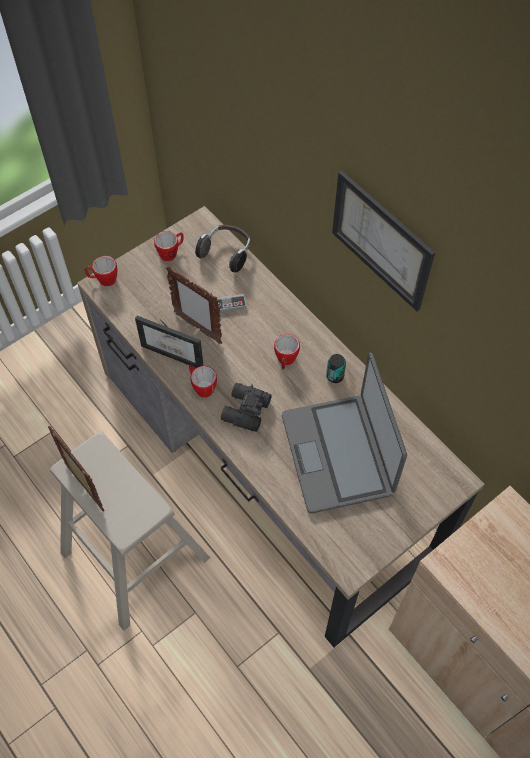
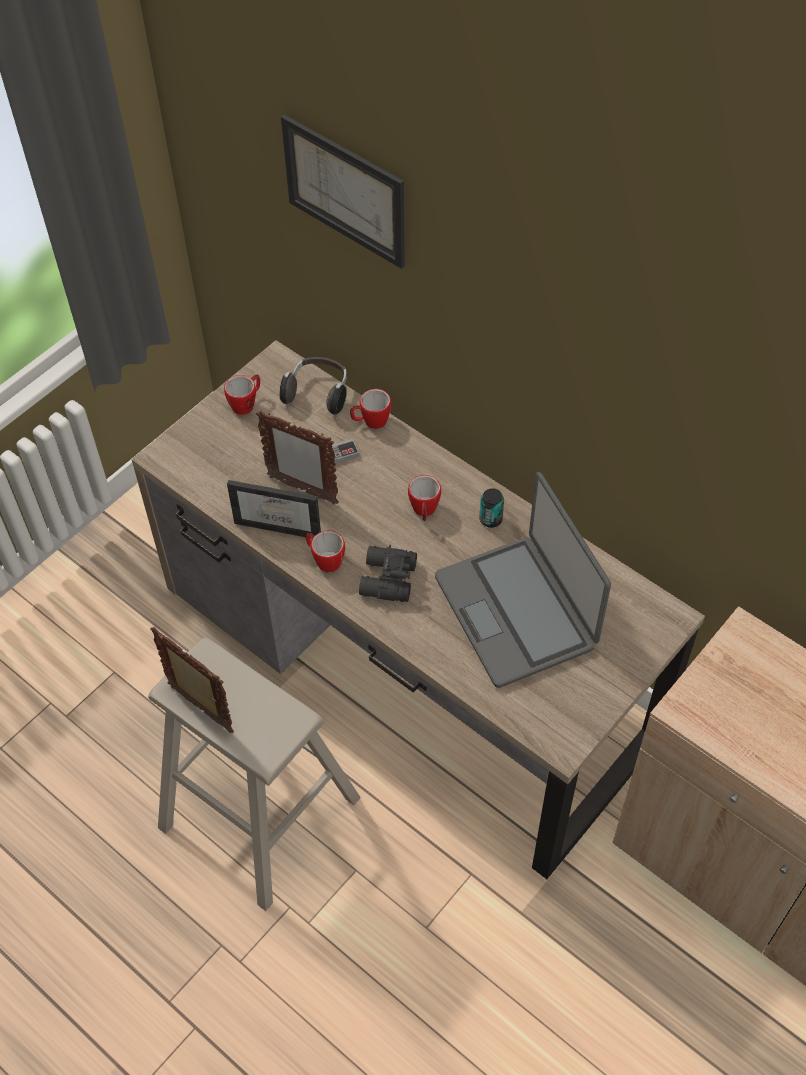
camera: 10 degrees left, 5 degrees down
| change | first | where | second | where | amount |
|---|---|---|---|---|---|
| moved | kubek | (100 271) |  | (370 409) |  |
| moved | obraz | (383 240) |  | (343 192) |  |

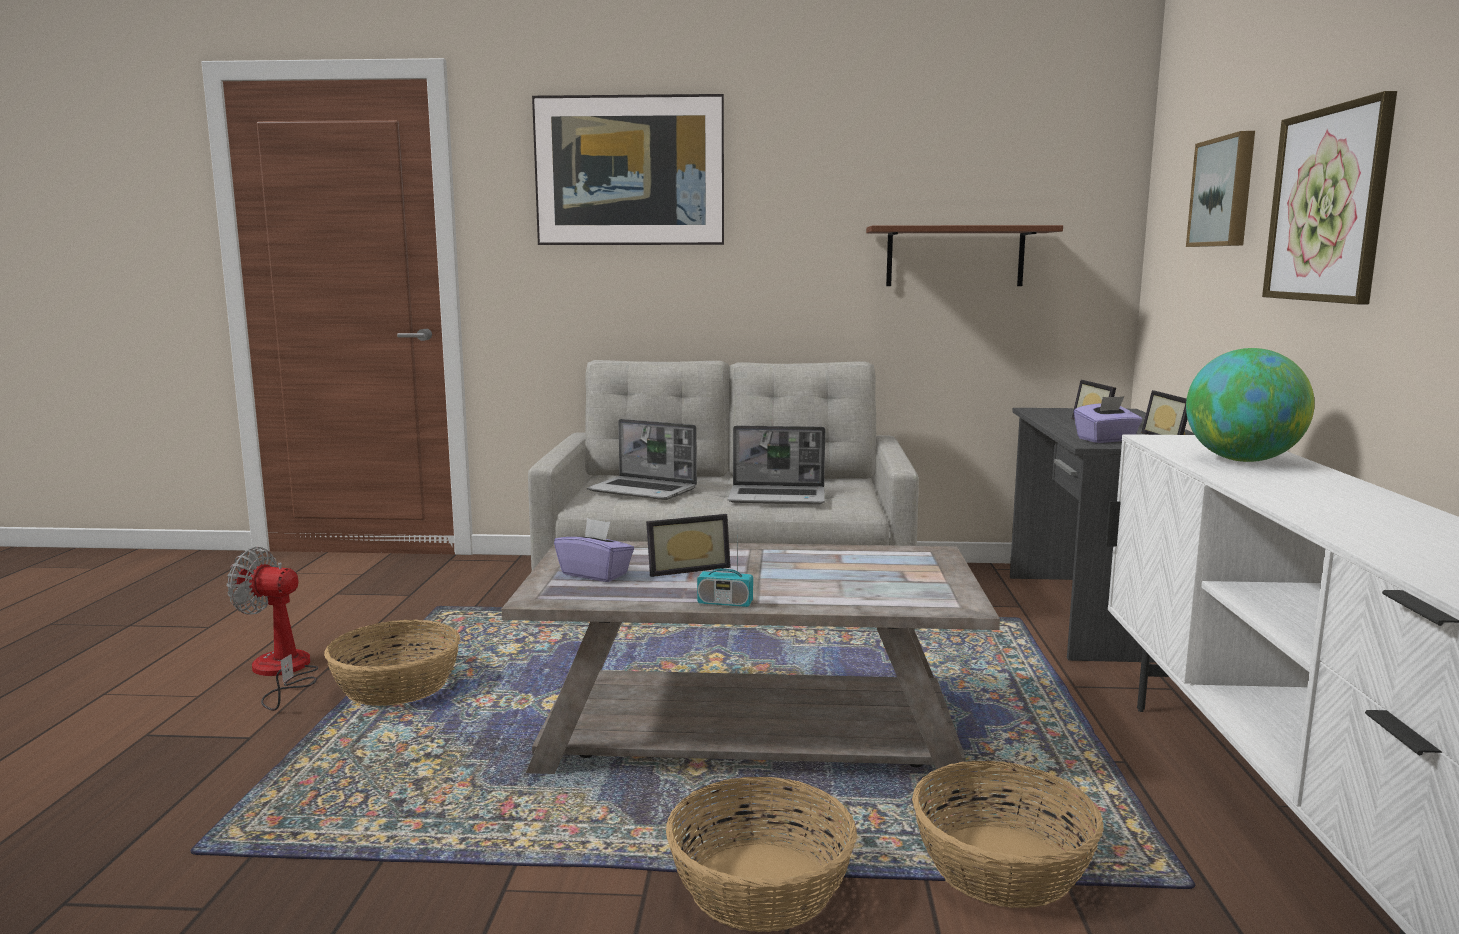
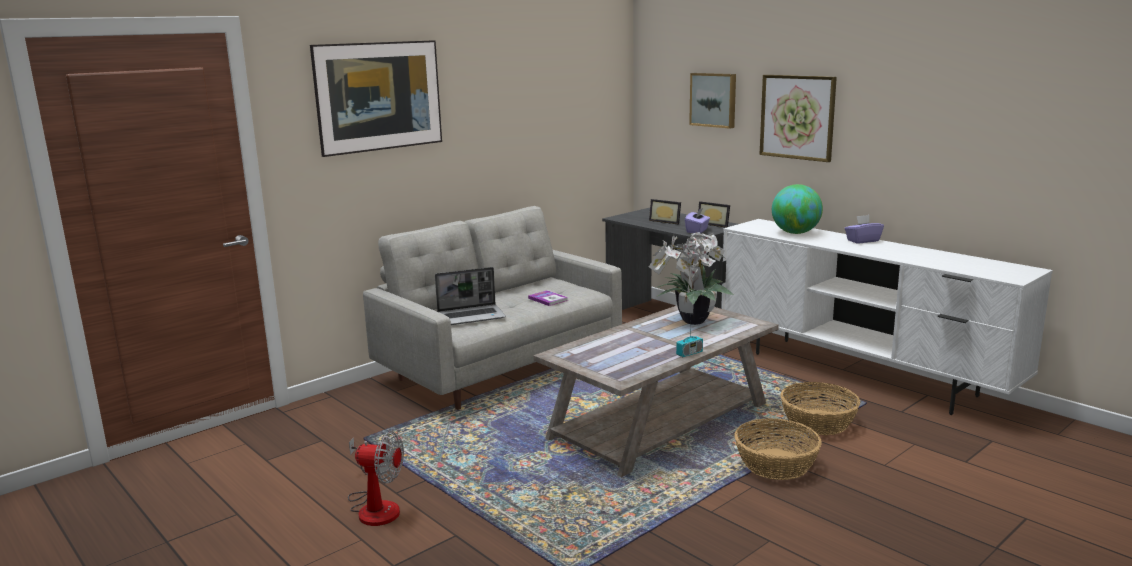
camera: 45 degrees left, 5 degrees up
| change | first | where | second | where | amount |
|---|---|---|---|---|---|
| removed | koszyk | (392 663) |  |  |  |
| removed | ramka na zdjęcie | (688 545) |  |  |  |
| removed | półka/brązowy | (964 255) |  |  |  |
| added |  |  | roślina doniczkowa | (691 278) |  |
| moved | pudełko chusteczek/fioletowy | (594 550) |  | (864 229) |  |
| replaced | laptop | (776 465) | książka | (548 298) |  |
| turned | wentylator | (272 629) |  | (376 478) | 135 degrees counterclockwise |

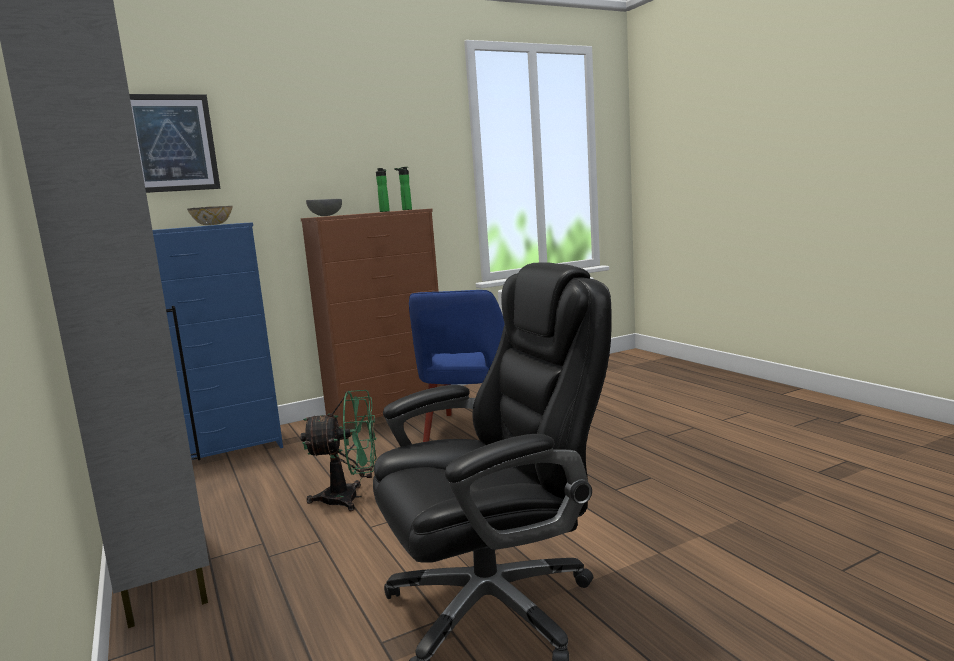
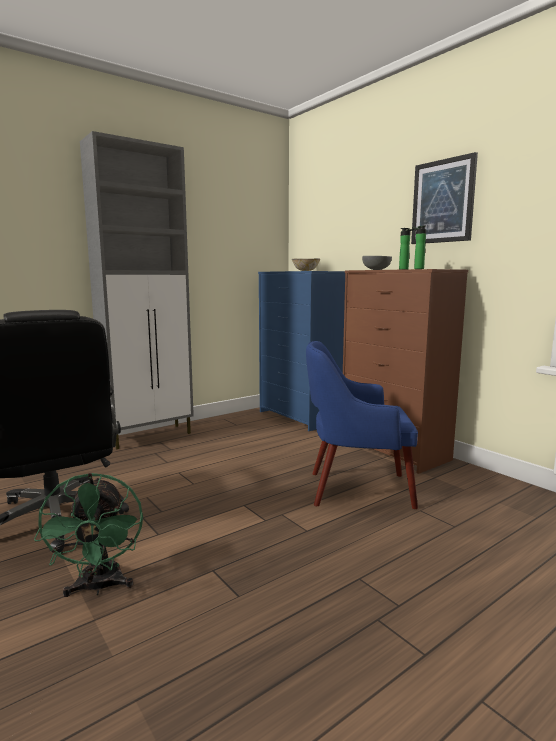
camera: 80 degrees right, 0 degrees up
| change | first | where | second | where | amount |
|---|---|---|---|---|---|
| moved | obraz | (175 143) |  | (444 198) |  |
| moved | wentylator/zielony | (338 450) |  | (88 534) |  |

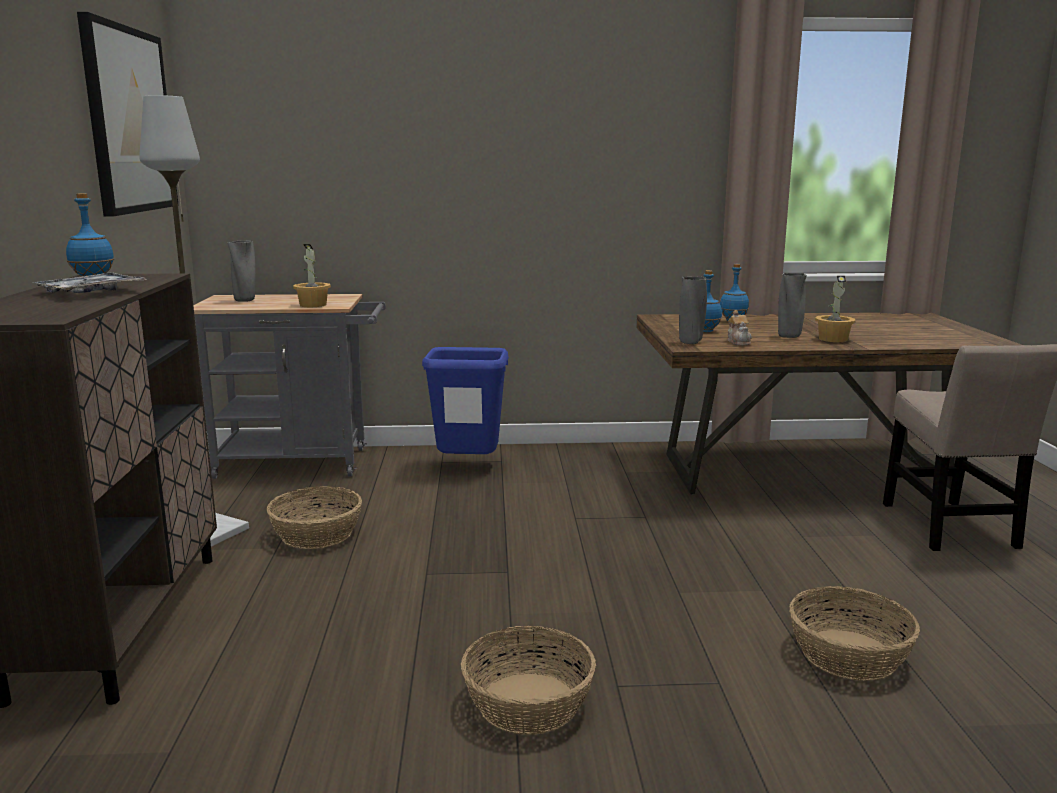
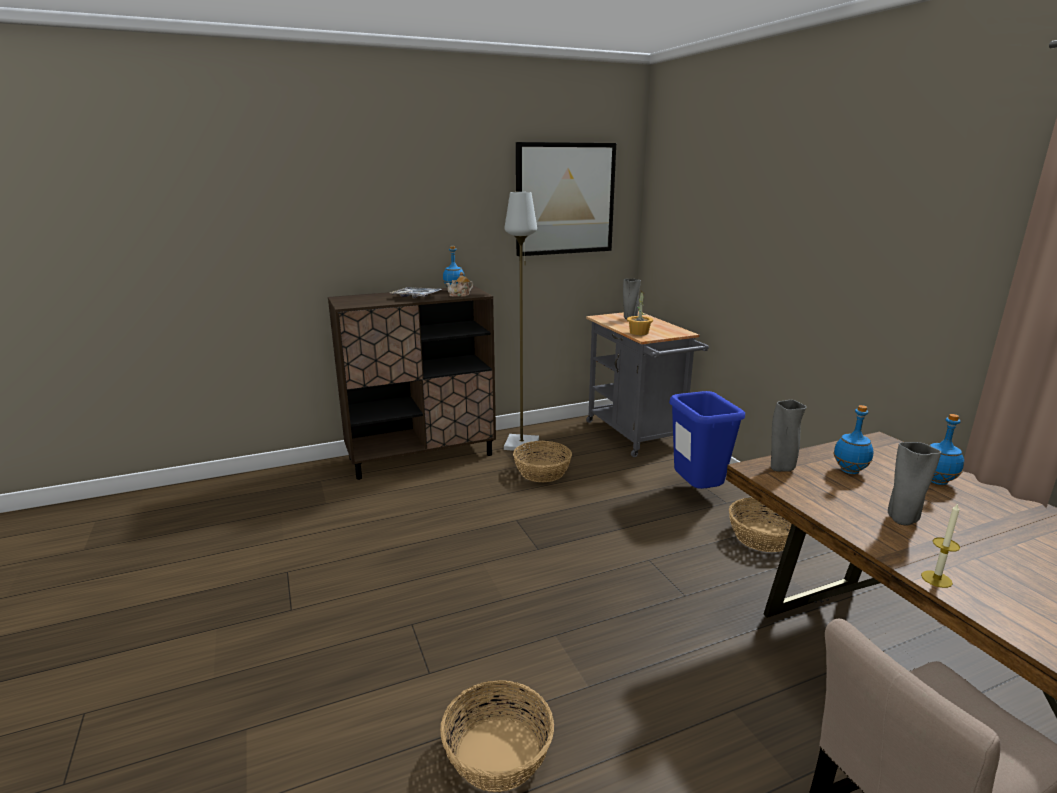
camera: 70 degrees right, 5 degrees up
| change | first | where | second | where | amount |
|---|---|---|---|---|---|
| removed | roślina doniczkowa | (835 309) |  |  |  |
| added |  |  | świeca | (940 545) |  |
| moved | koszyk | (528 680) |  | (760 524) |  |
| moved | imbryk | (740 328) |  | (459 284) |  |

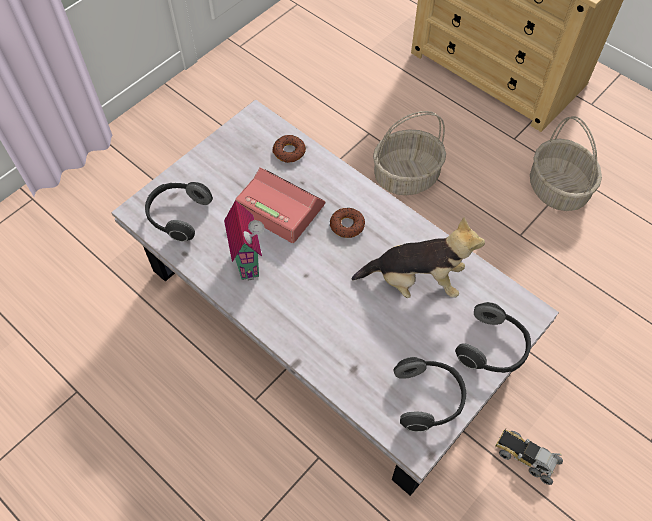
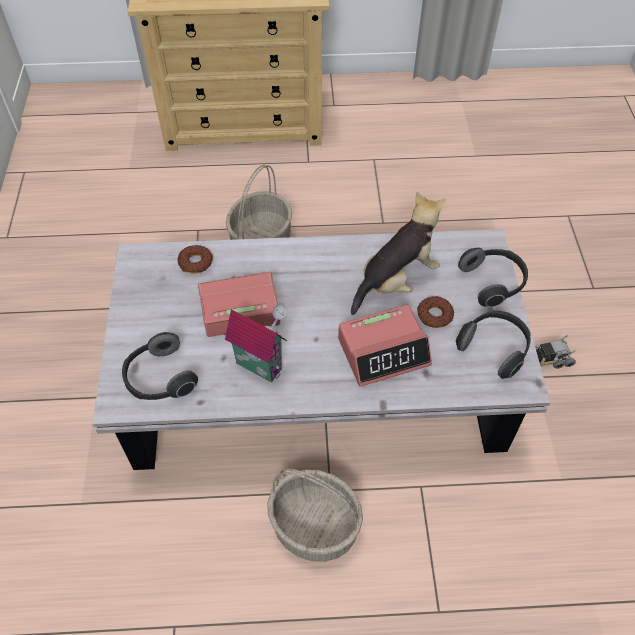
camera: 45 degrees left, 5 degrees down
| change | first | where | second | where | amount |
|---|---|---|---|---|---|
| added |  |  | budzik | (385 346) |  |
| moved | donut | (347 223) |  | (435 312) |  |
| moved | koszyk | (566 163) |  | (315 515) |  |

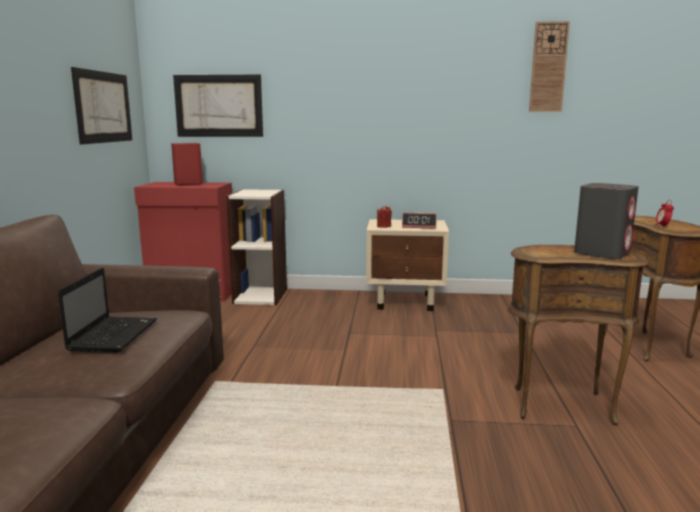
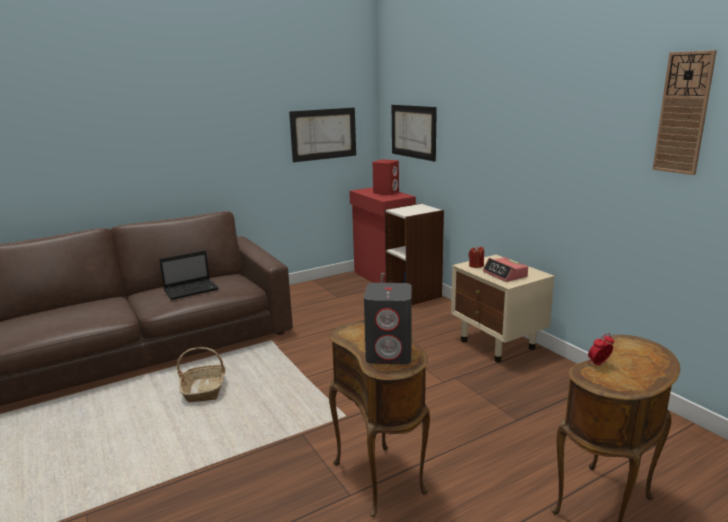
camera: 55 degrees right, 5 degrees up
| change | first | where | second | where | amount |
|---|---|---|---|---|---|
| added |  |  | koszyk | (201 374) |  |

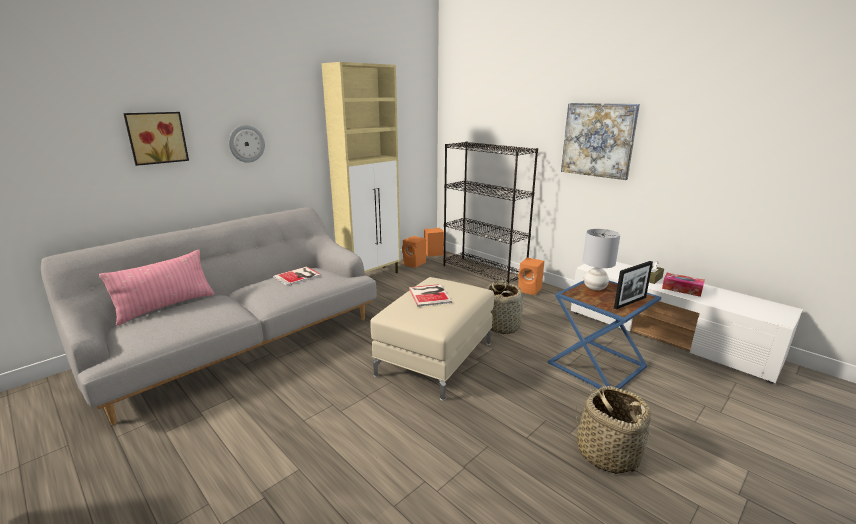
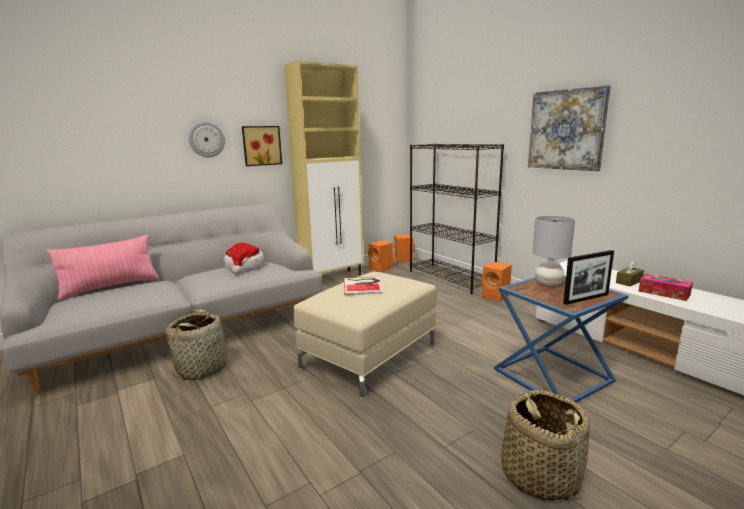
camera: 10 degrees right, 5 degrees down
| change | first | where | second | where | amount |
|---|---|---|---|---|---|
| moved | obraz | (156 139) |  | (262 146) |  |
| moved | koszyk | (504 307) |  | (198 344) |  |
| replaced | książka | (297 276) | kapelusz | (244 259) |  |

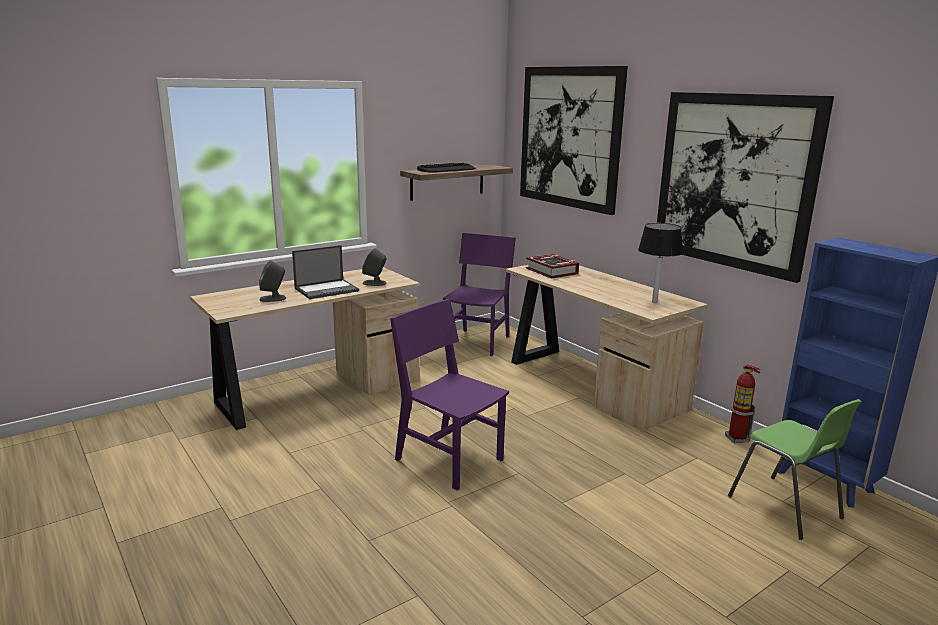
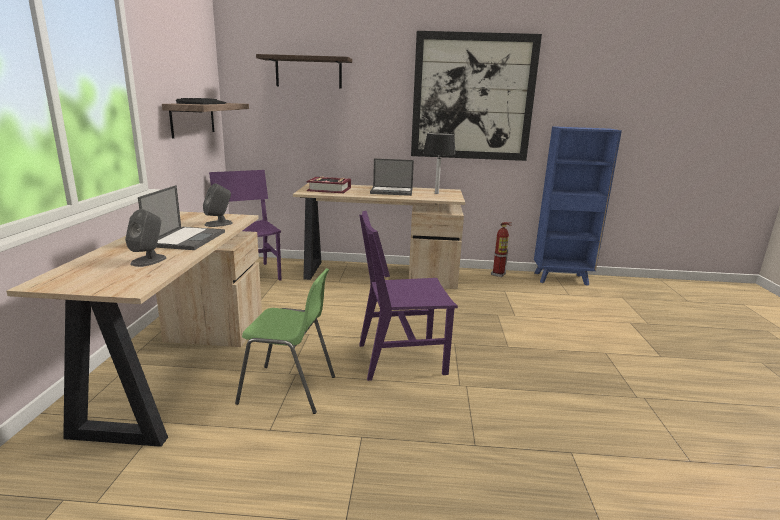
camera: 50 degrees left, 0 degrees up
| change | first | where | second | where | amount |
|---|---|---|---|---|---|
| added |  |  | laptop | (392 177) |  |
| moved | krzesło/zielony | (795 469) |  | (285 341) |  |
| replaced | obraz | (574 140) | półka | (304 71) |  |

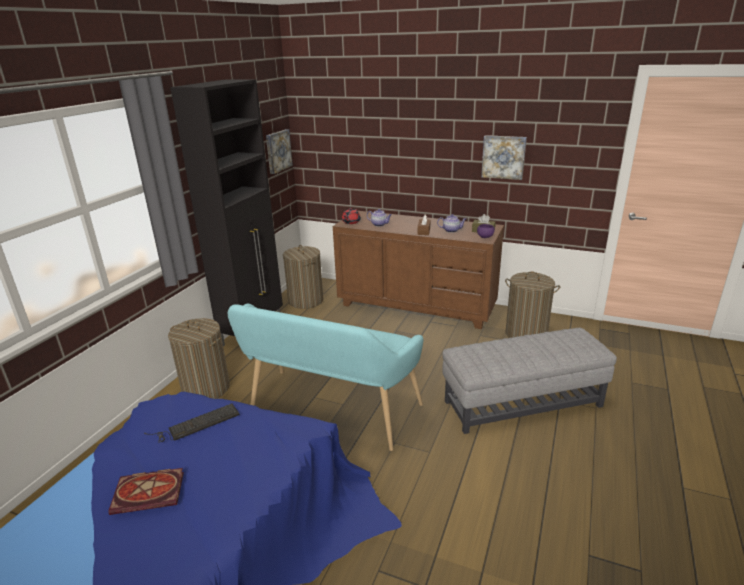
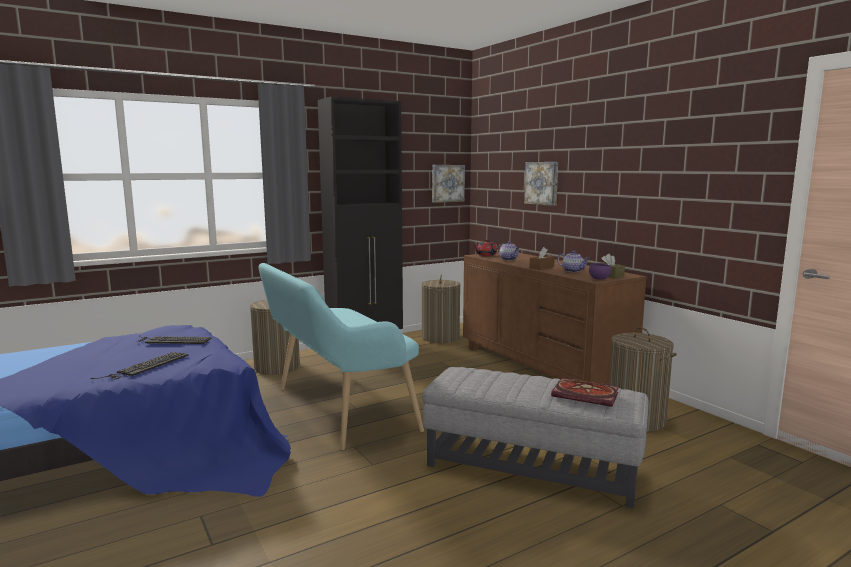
camera: 35 degrees right, 15 degrees down
| change | first | where | second | where | amount |
|---|---|---|---|---|---|
| added |  |  | klawiatura | (139 366) |  |
| moved | książka | (146 491) |  | (585 392) |  |
| moved | obraz | (504 157) |  | (541 184) |  |

